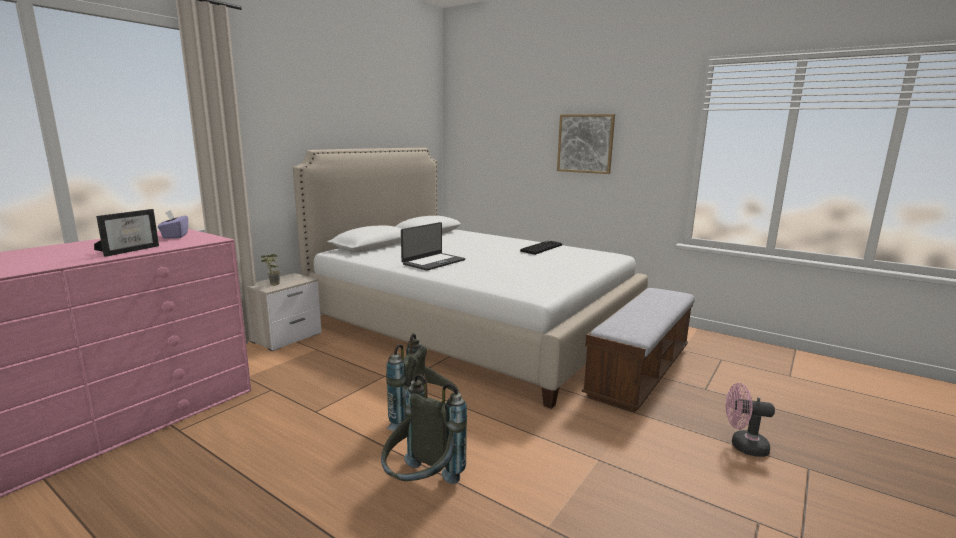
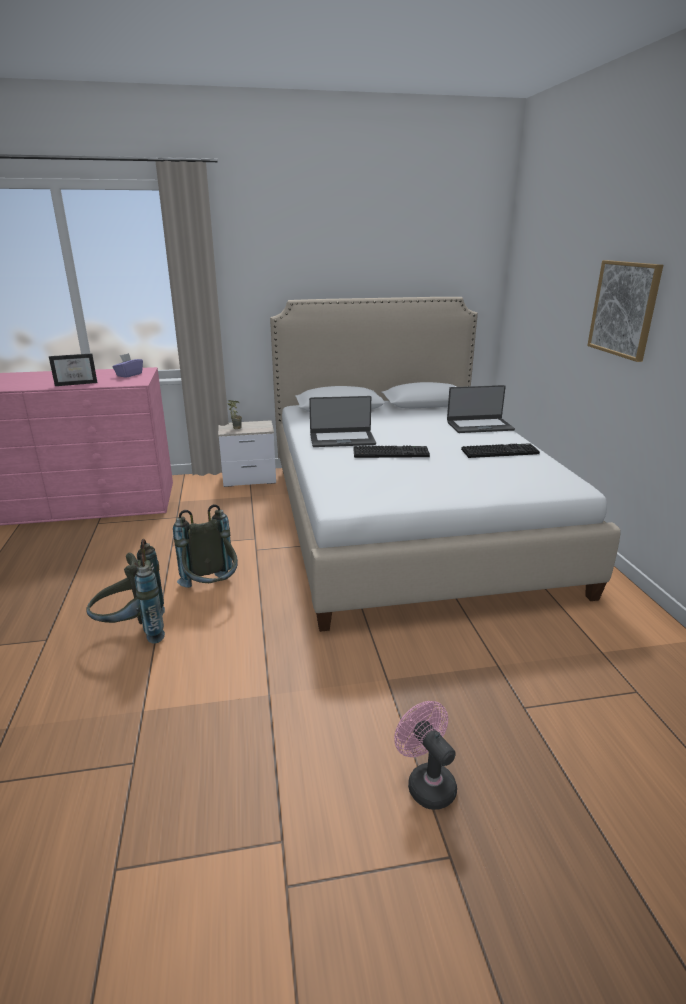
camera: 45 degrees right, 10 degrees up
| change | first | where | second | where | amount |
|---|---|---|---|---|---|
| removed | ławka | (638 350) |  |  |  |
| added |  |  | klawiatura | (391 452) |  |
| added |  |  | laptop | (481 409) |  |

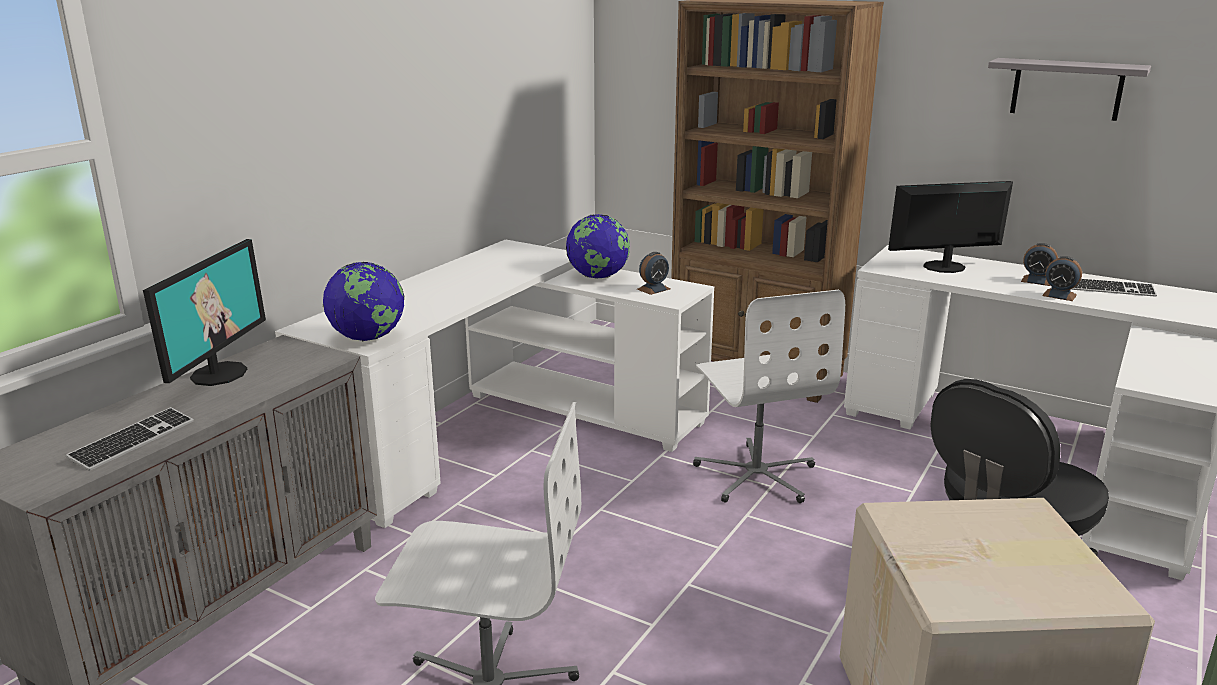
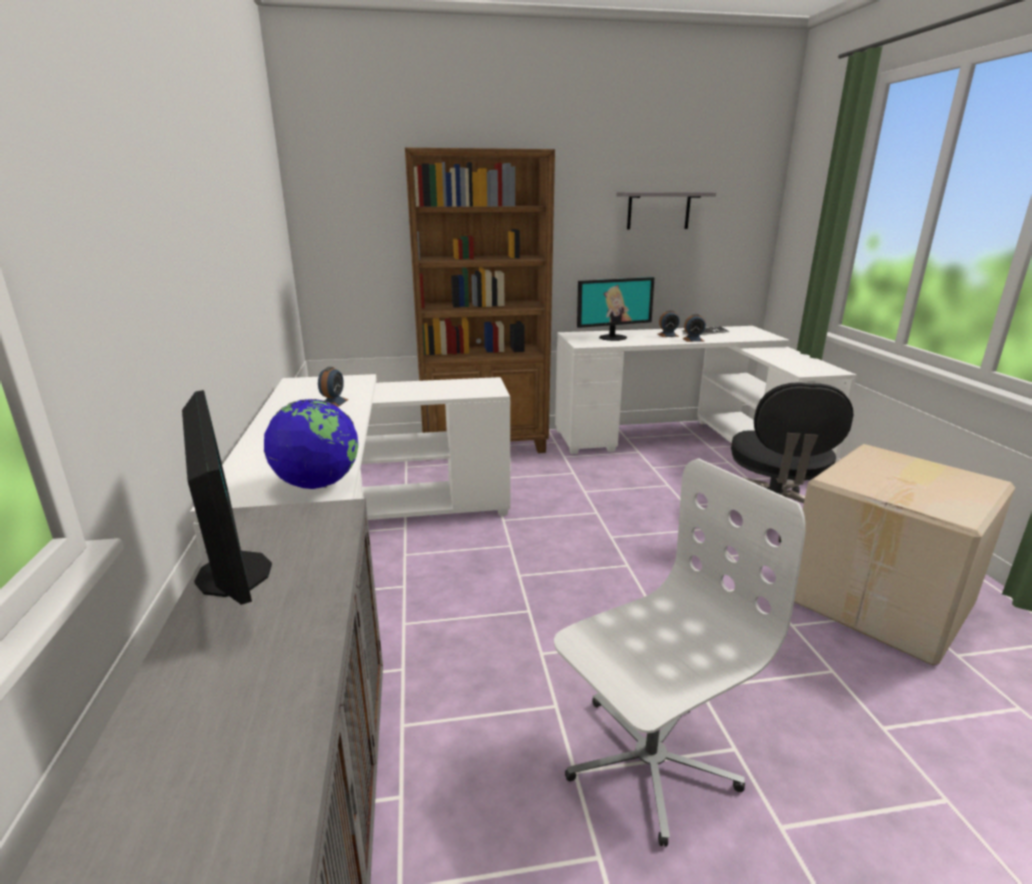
camera: 40 degrees left, 0 degrees up
| change | first | where | second | where | amount |
|---|---|---|---|---|---|
| removed | klawiatura | (130 439) |  |  |  |
| removed | globus | (598 246) |  |  |  |
| removed | krzesło biurowe/biały | (769 396) |  |  |  |
| moved | budzik | (653 273) |  | (333 387) |  |
| turned | monitor | (950 227) |  | (616 309) | 150 degrees counterclockwise |

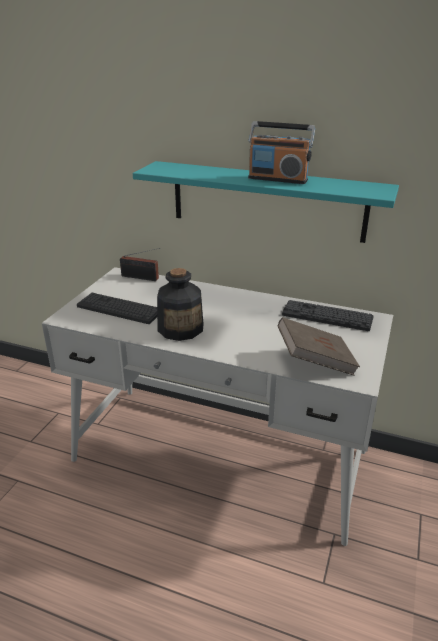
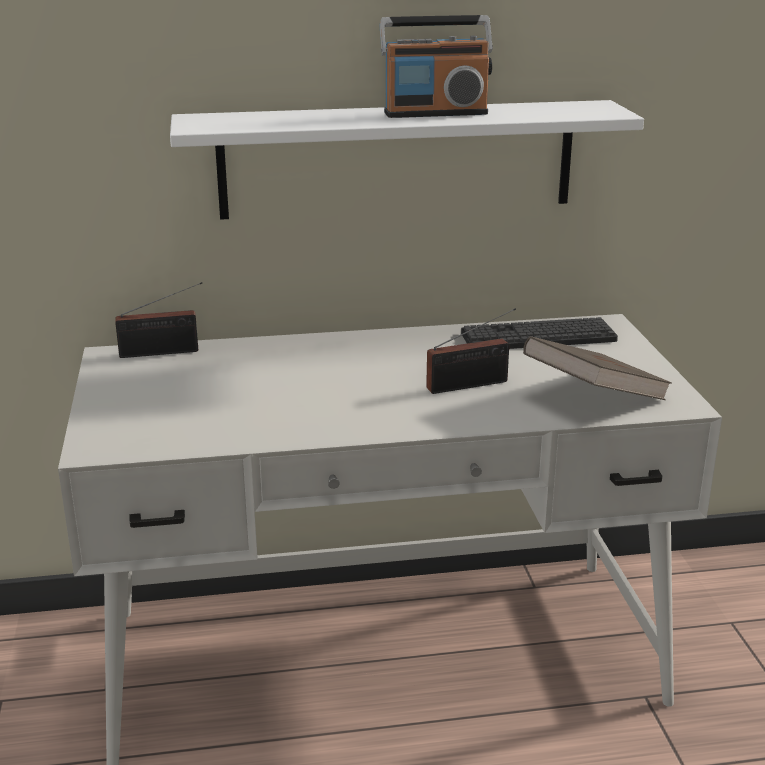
camera: 30 degrees left, 5 degrees down
| change | first | where | second | where | amount |
|---|---|---|---|---|---|
| removed | klawiatura | (117 308) |  |  |  |
| removed | butelka | (180 304) |  |  |  |
| added |  |  | radio | (471 351) |  |
| recoloured | półka/turkusowy | (266 202) | półka/biały | (407 160) |  |

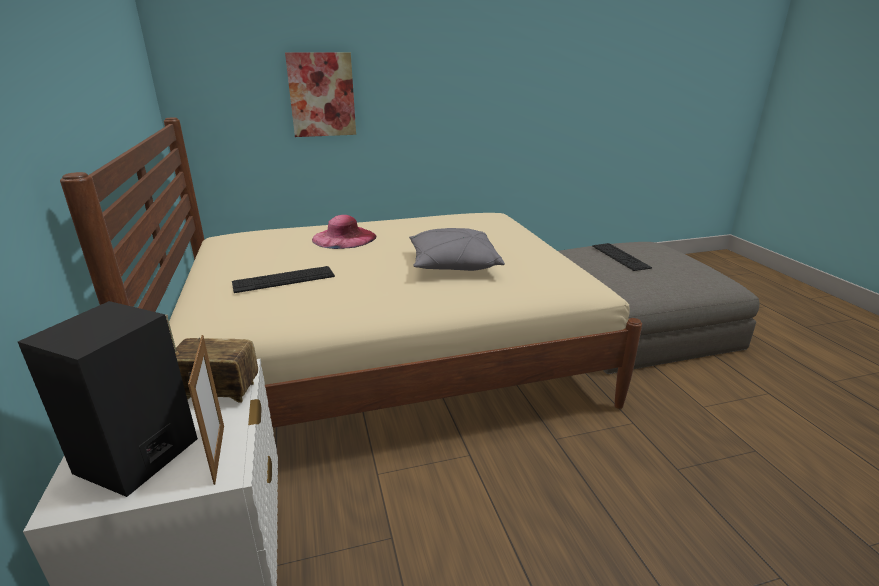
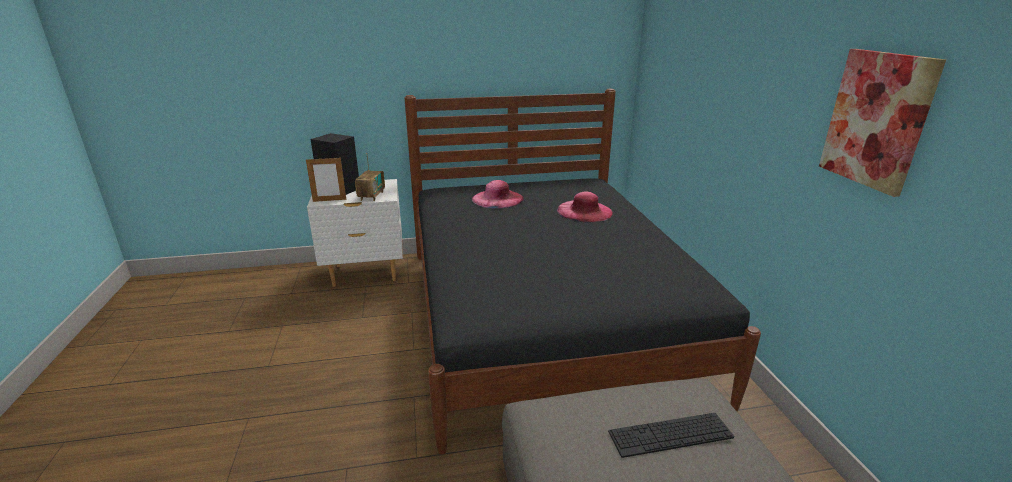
camera: 95 degrees right, 0 degrees up
| change | first | where | second | where | amount |
|---|---|---|---|---|---|
| removed | poduszka/szary | (457 249) |  |  |  |
| moved | obraz | (320 95) |  | (882 123) |  |
| replaced | klawiatura | (283 279) | kapelusz/różowy | (498 194) |  |
| recoloured | łóżko/beżowy | (351 273) | łóżko/czarny | (582 272) |  |

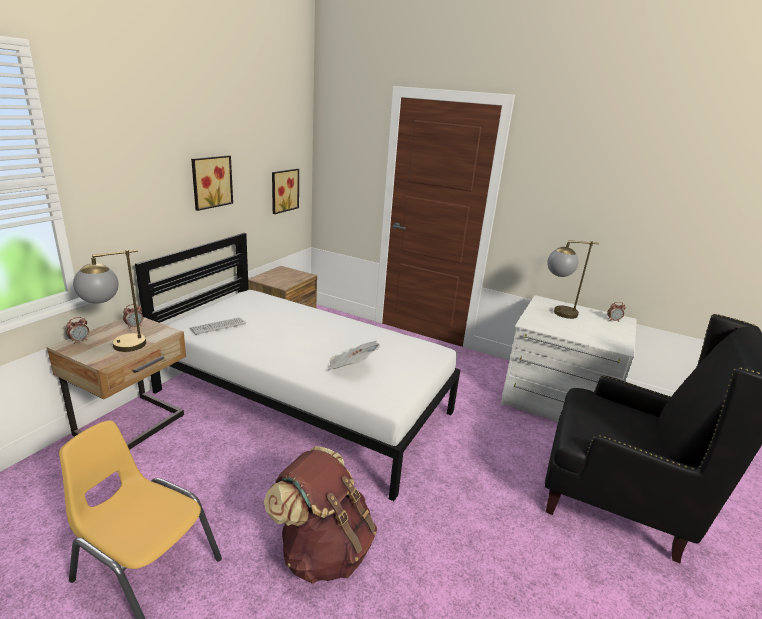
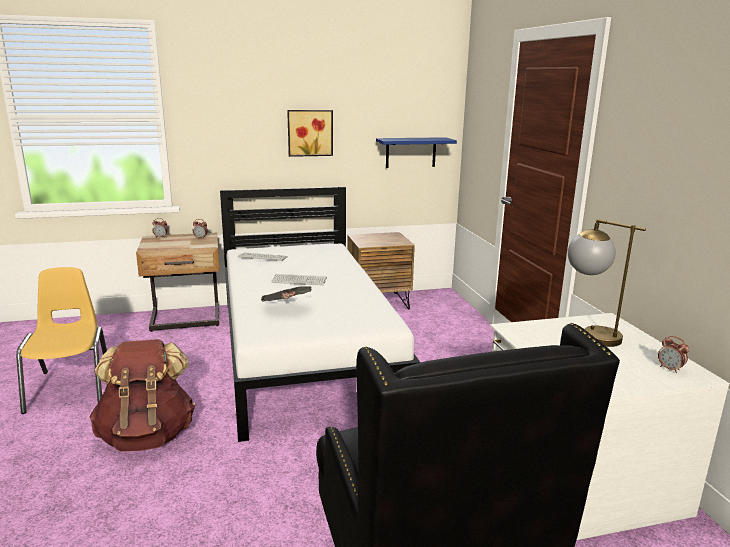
camera: 50 degrees right, 5 degrees down
| change | first | where | second | where | amount |
|---|---|---|---|---|---|
| removed | lampa stołowa | (109 301) |  |  |  |
| added |  |  | klawiatura | (299 279) |  |
| replaced | obraz | (285 191) | półka/niebieski | (416 152) |  |

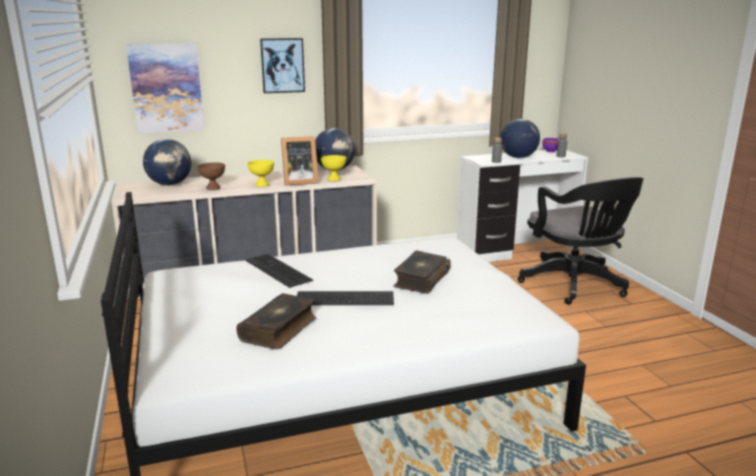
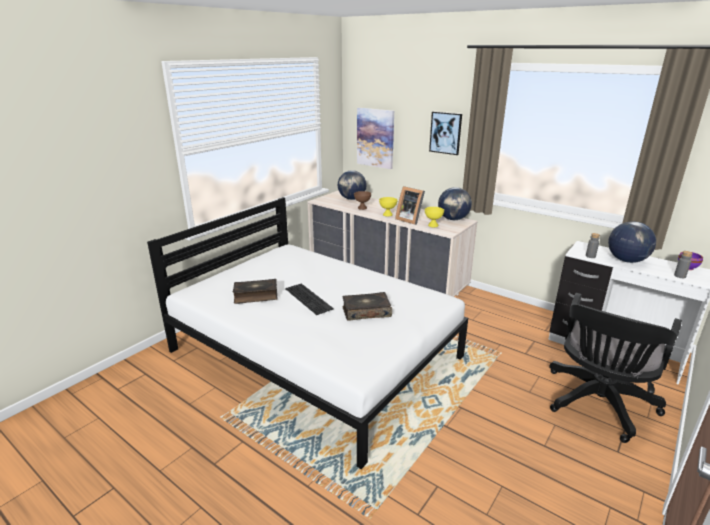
camera: 55 degrees right, 5 degrees up
| change | first | where | second | where | amount |
|---|---|---|---|---|---|
| removed | klawiatura | (279 271) |  |  |  |

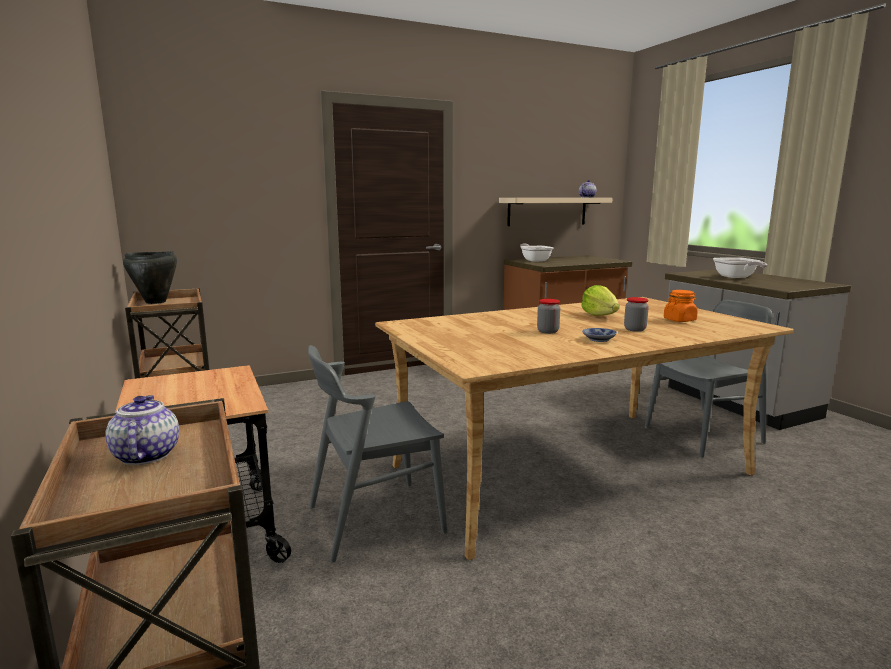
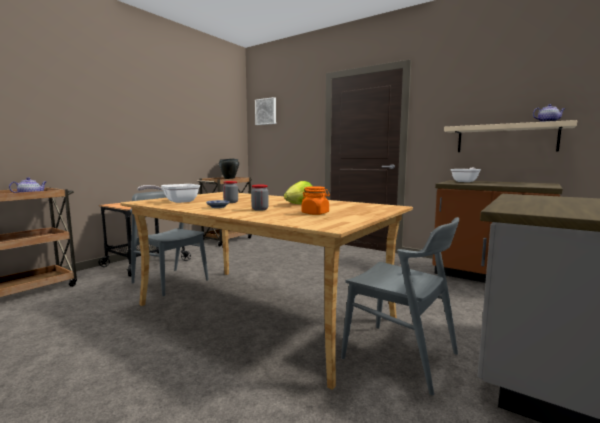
camera: 60 degrees right, 5 degrees down
| change | first | where | second | where | amount |
|---|---|---|---|---|---|
| added |  |  | obraz | (265 111) |  |
| moved | patelnia | (740 267) |  | (168 193) |  |

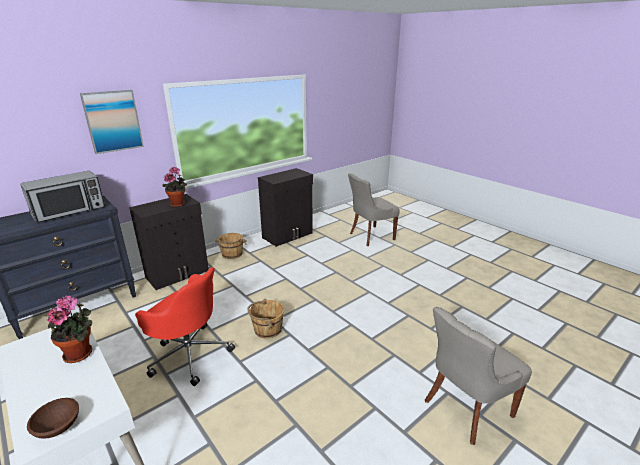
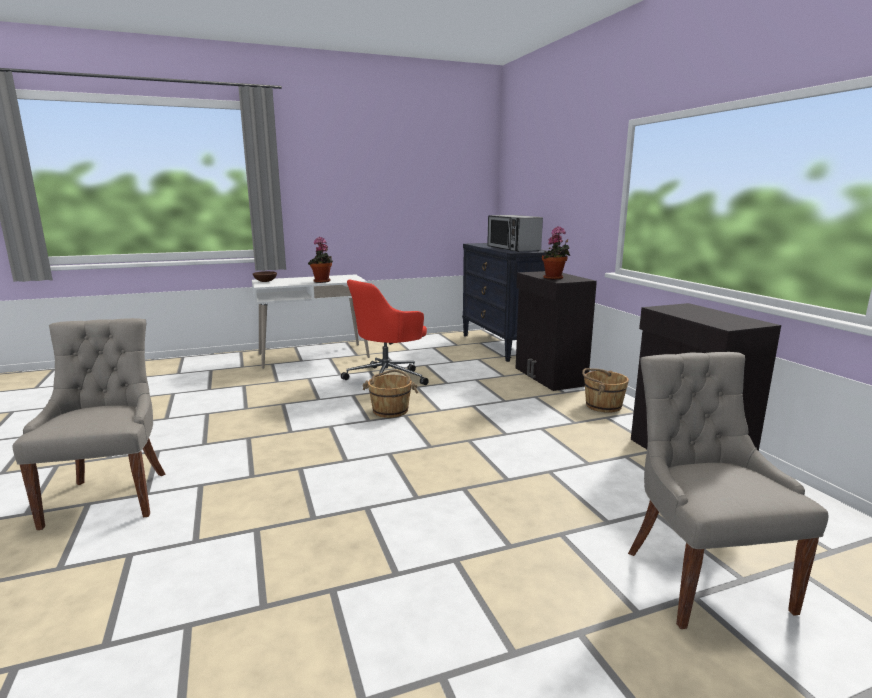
camera: 110 degrees right, 10 degrees down
| change | first | where | second | where | amount |
|---|---|---|---|---|---|
| removed | obraz | (112 122) |  |  |  |

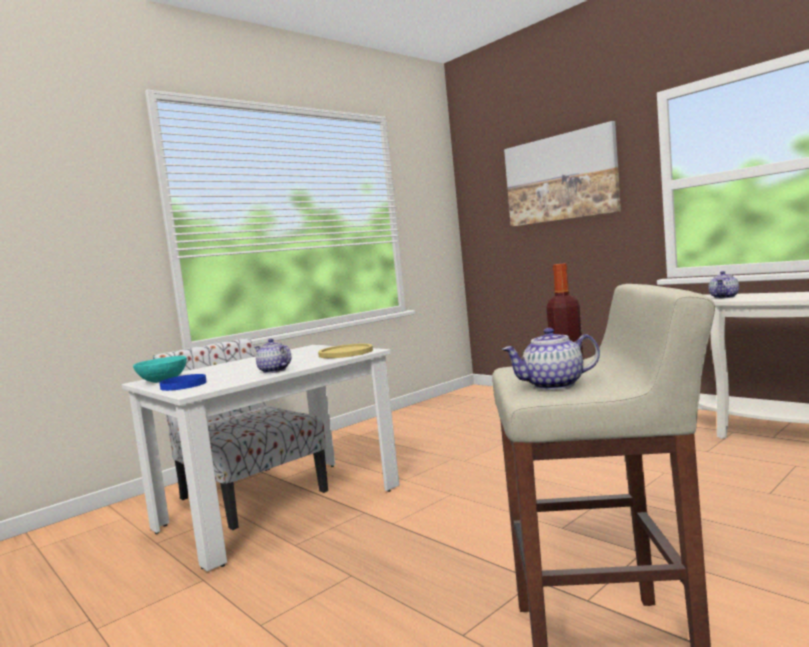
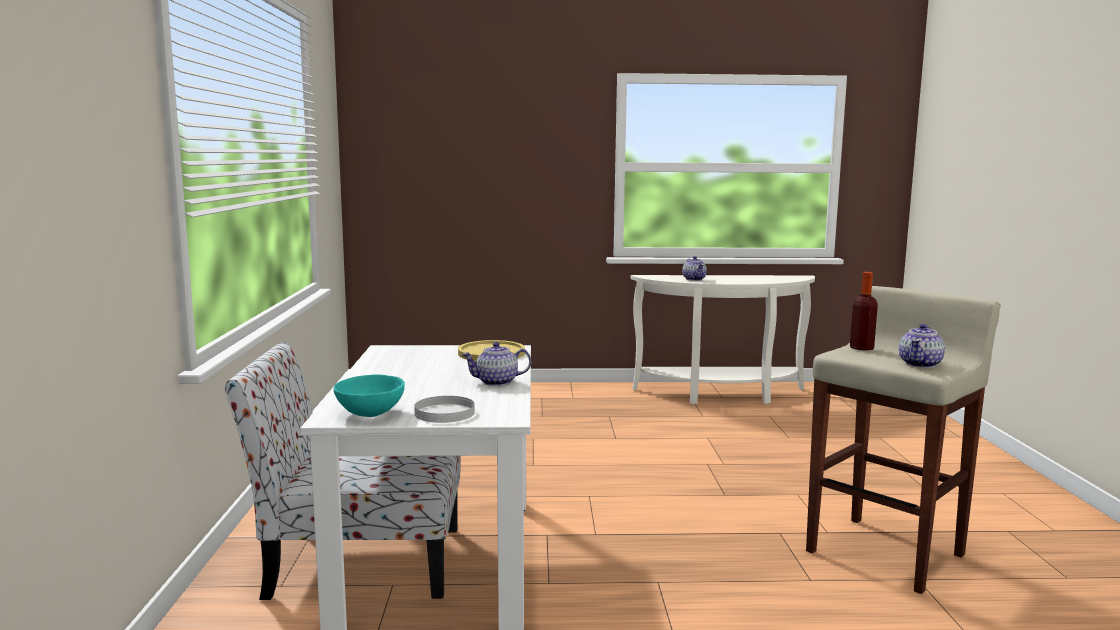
camera: 50 degrees left, 5 degrees up
| change | first | where | second | where | amount |
|---|---|---|---|---|---|
| removed | obraz | (562 174) |  |  |  |
| recoloured | talerz/niebieski | (183 382) | talerz/biały | (445 409) |  |

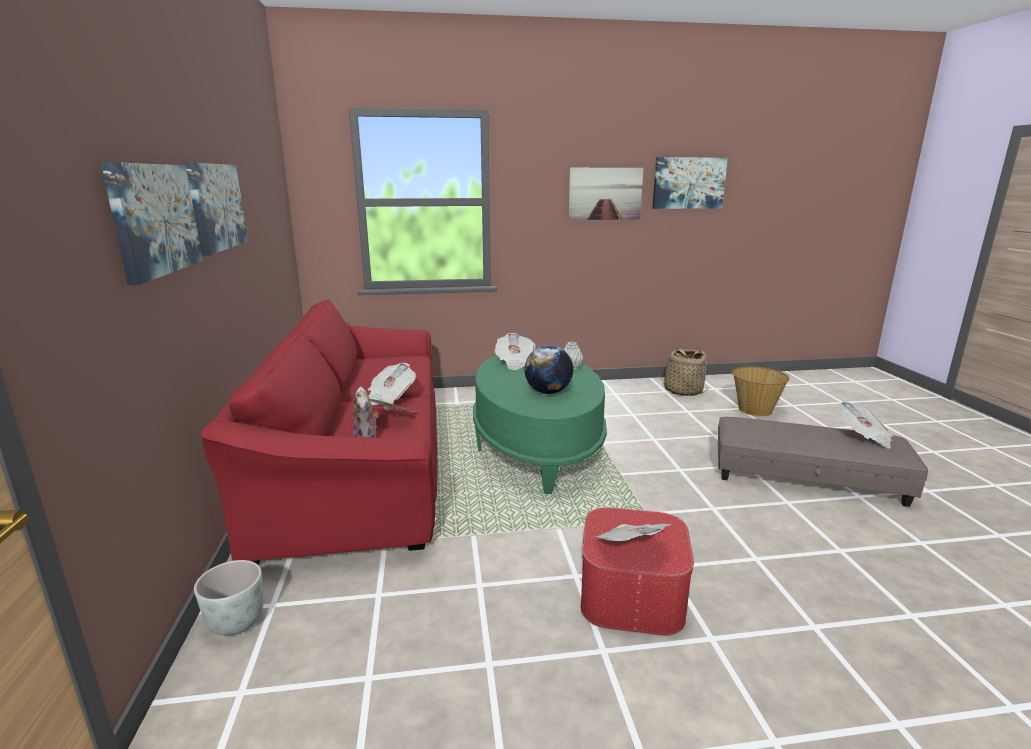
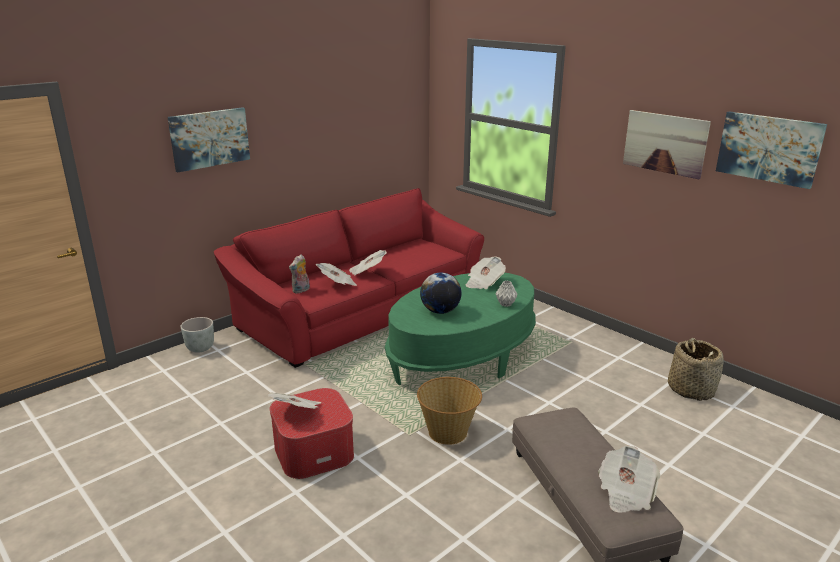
camera: 55 degrees right, 5 degrees up
| change | first | where | second | where | amount |
|---|---|---|---|---|---|
| removed | obraz | (216 209) |  |  |  |
| moved | koszyk | (760 391) |  | (449 411) |  |

